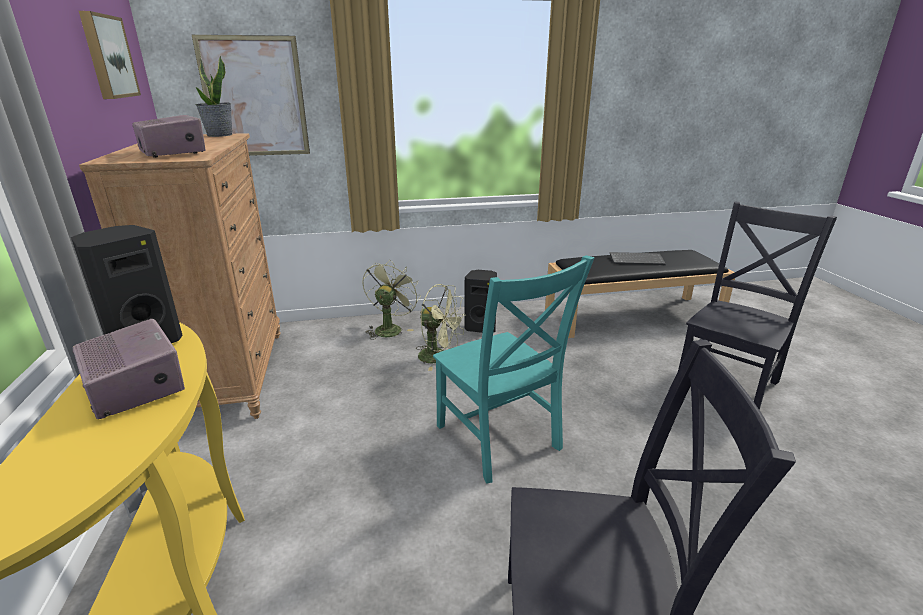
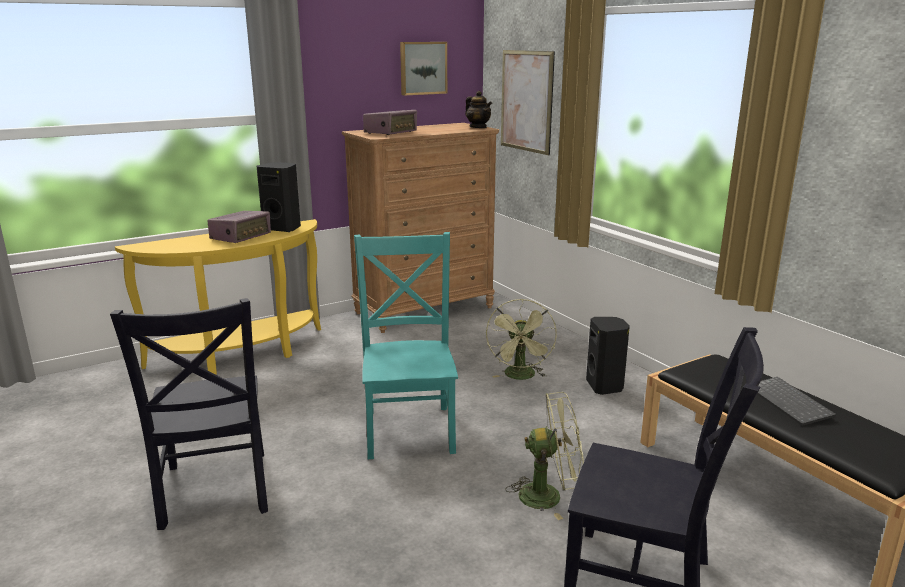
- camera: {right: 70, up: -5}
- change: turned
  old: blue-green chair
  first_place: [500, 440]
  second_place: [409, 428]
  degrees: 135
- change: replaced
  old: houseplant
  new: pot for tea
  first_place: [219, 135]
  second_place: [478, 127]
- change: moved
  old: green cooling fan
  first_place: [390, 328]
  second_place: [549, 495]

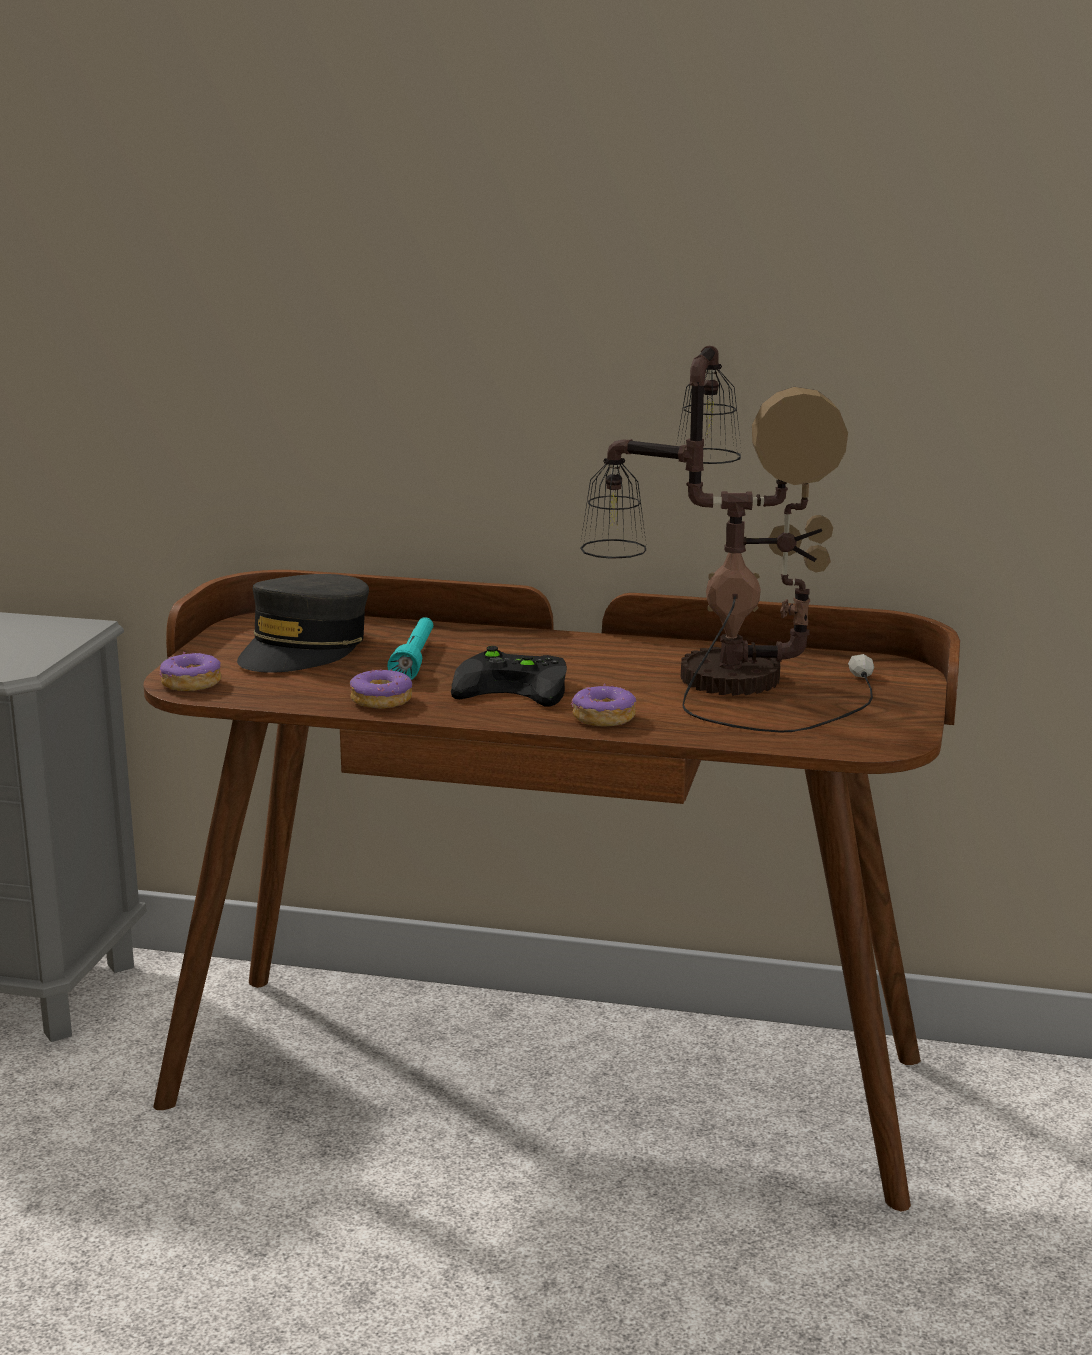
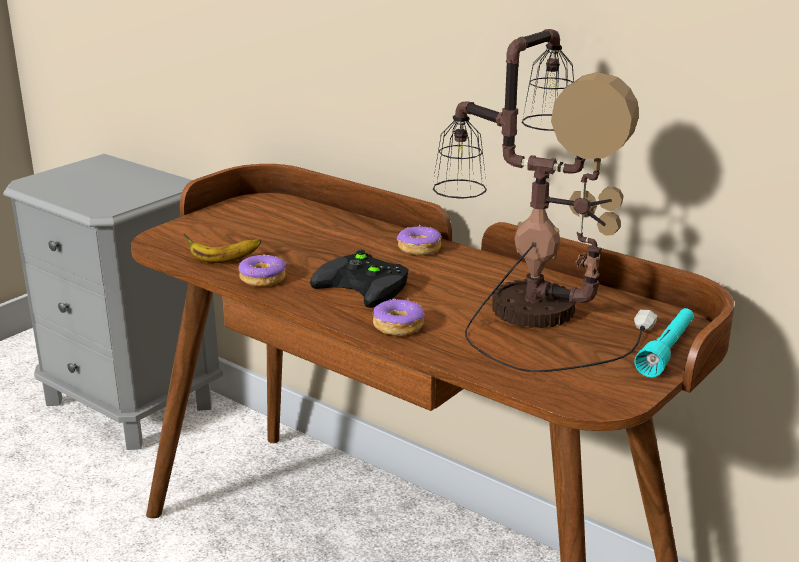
- camera: {right: 25, up: 5}
- change: added
  new: whole banana
  second_place: [223, 261]
- change: moved
  old: ring doughnut
  first_place: [190, 683]
  second_place: [419, 248]
- change: moved
  old: blue-green torch
  first_place: [415, 659]
  second_place: [667, 351]
- change: removed
  old: greyish peaked cap
  first_place: [304, 648]

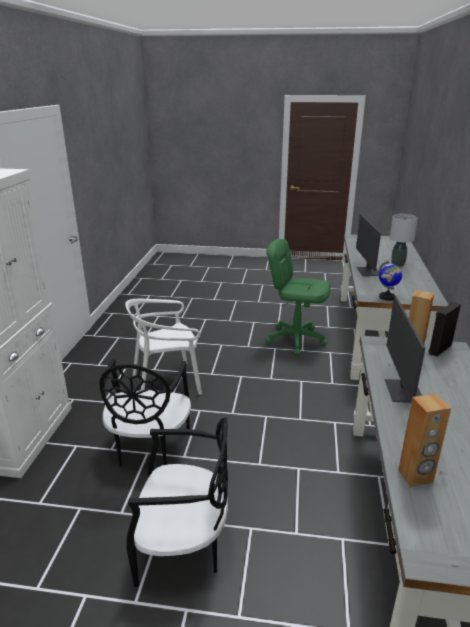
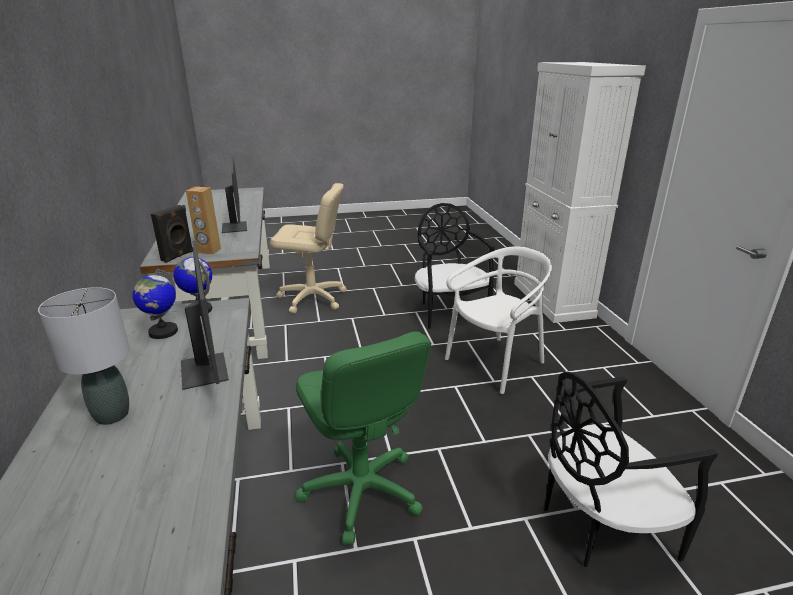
- camera: {right: 160, up: 0}
- change: added
  new: world globe
  second_place: [163, 332]
- change: added
  new: beige-coloured desk chair
  second_place: [312, 298]
- change: turned
  old: green desk chair
  first_place: [295, 339]
  second_place: [361, 491]
  degrees: 60
- change: moved
  old: black chair
  first_place: [183, 546]
  second_place: [601, 525]
- change: removed
  old: brown-coloured audio speaker
  first_place: [415, 476]

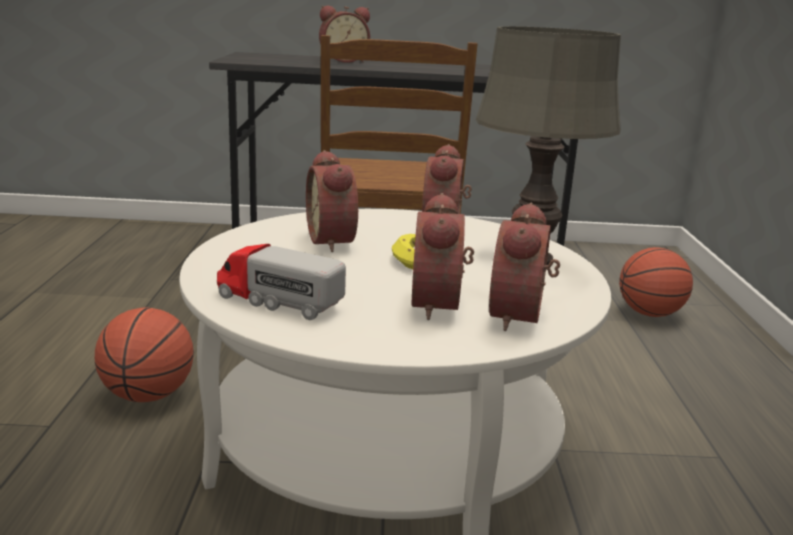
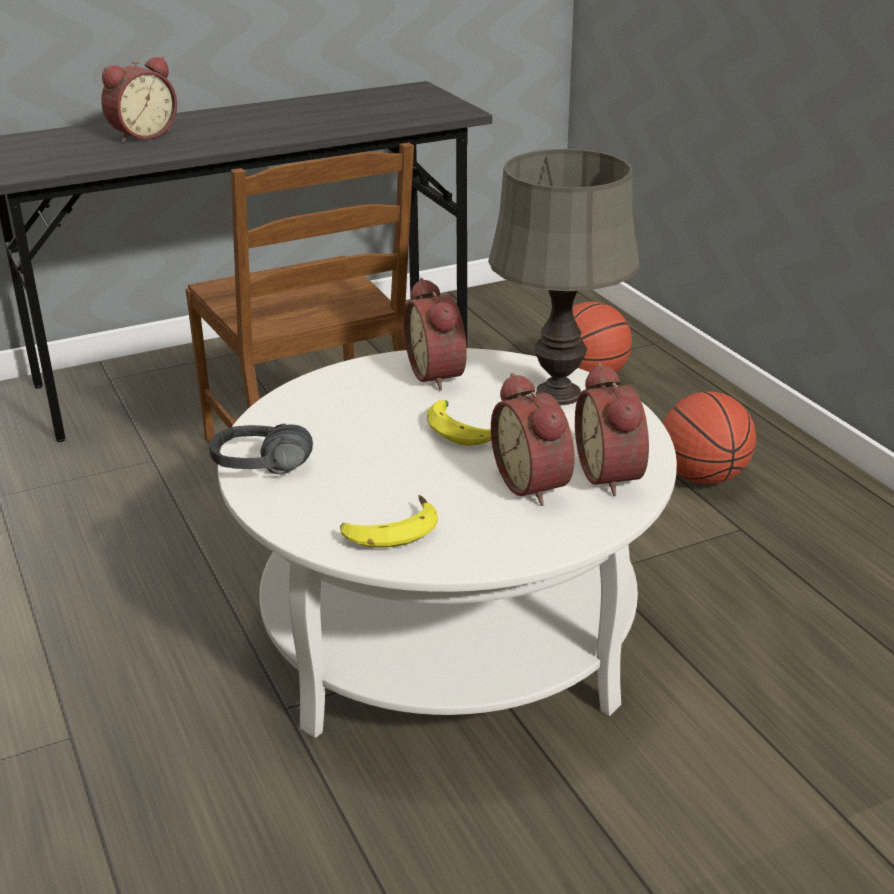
- camera: {right: -25, up: 10}
- change: added
  new: black pair of headphones
  second_place: [261, 474]
- change: replaced
  old: toy lorry
  new: whole banana
  first_place: [277, 301]
  second_place: [389, 530]
- change: moved
  old: basketball ball
  first_place: [147, 395]
  second_place: [703, 477]
- change: removed
  old: table clock
  first_place: [335, 241]

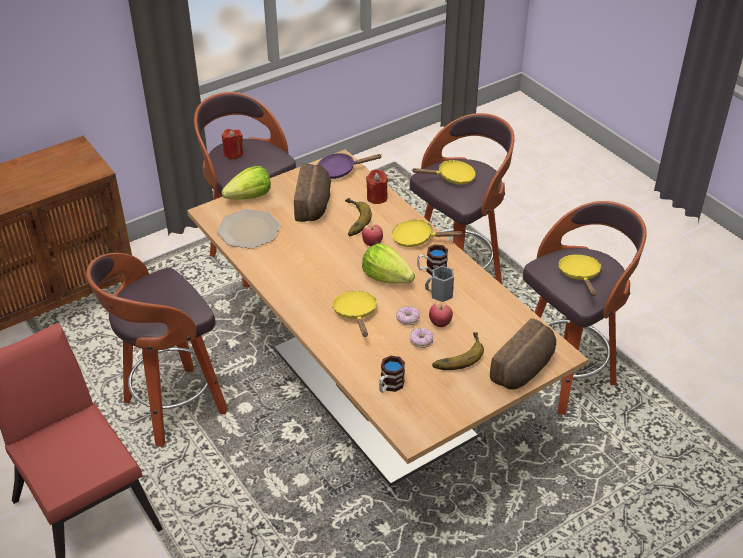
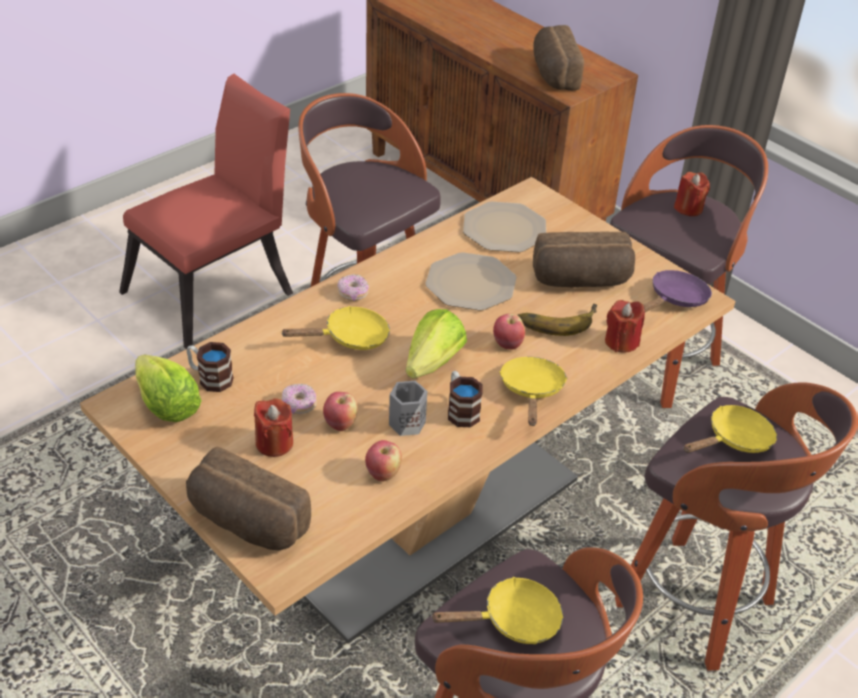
- camera: {right: 80, up: 0}
- change: moved
  old: lettuce head
  first_place: [250, 197]
  second_place: [167, 405]
- change: replaced
  old: whole banana
  new: red-coloured wax light
  first_place: [456, 355]
  second_place: [274, 443]
- change: moved
  old: ring doughnut
  first_place: [407, 320]
  second_place: [353, 293]
- change: added
  new: apple fruit
  second_place: [383, 473]
- change: added
  new: dinner plate
  second_place: [470, 284]
- change: added
  new: baked bread
  second_place: [553, 74]
- change: turned
  old: purple skillet
  first_place: [340, 170]
  second_place: [675, 299]
  degrees: 60
- change: turned
  old: yellow-coloured skillet
  first_place: [452, 178]
  second_place: [734, 440]
  degrees: -105

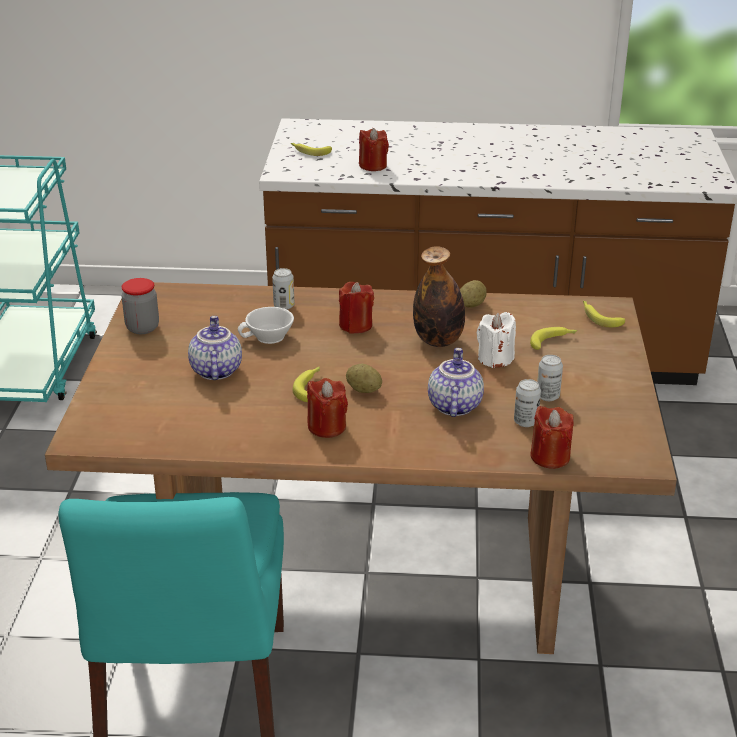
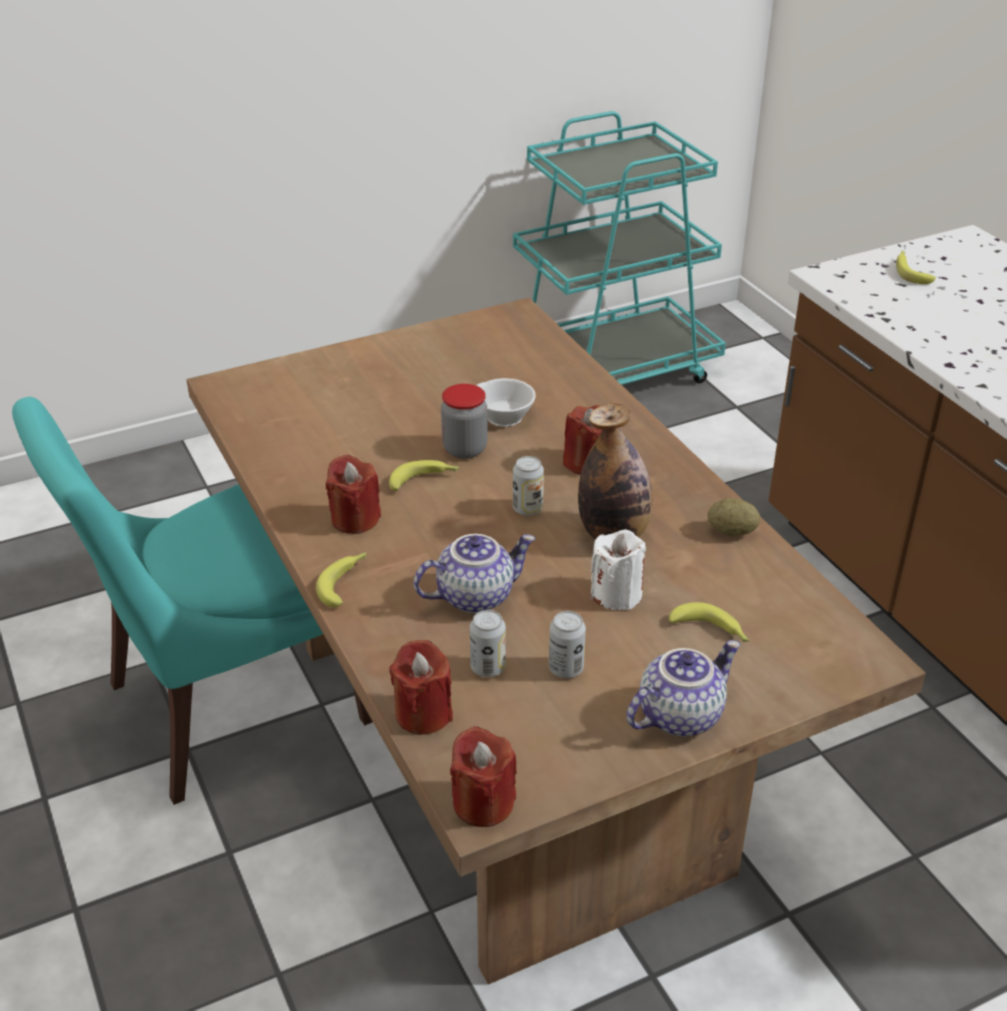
- camera: {right: 60, up: 5}
- change: moved
  old: whole banana
  first_place: [599, 317]
  second_place: [345, 583]
- change: moved
  old: jar
  first_place: [142, 328]
  second_place: [465, 449]
- change: moved
  old: red-coloured wax light
  first_place: [373, 166]
  second_place: [483, 803]
- change: moved
  old: metal can
  first_place: [284, 306]
  second_place: [527, 508]
- change: moved
  old: pot for tea
  first_place: [215, 370]
  second_place: [679, 714]
- change: removed
  old: whole potato
  first_place: [363, 390]

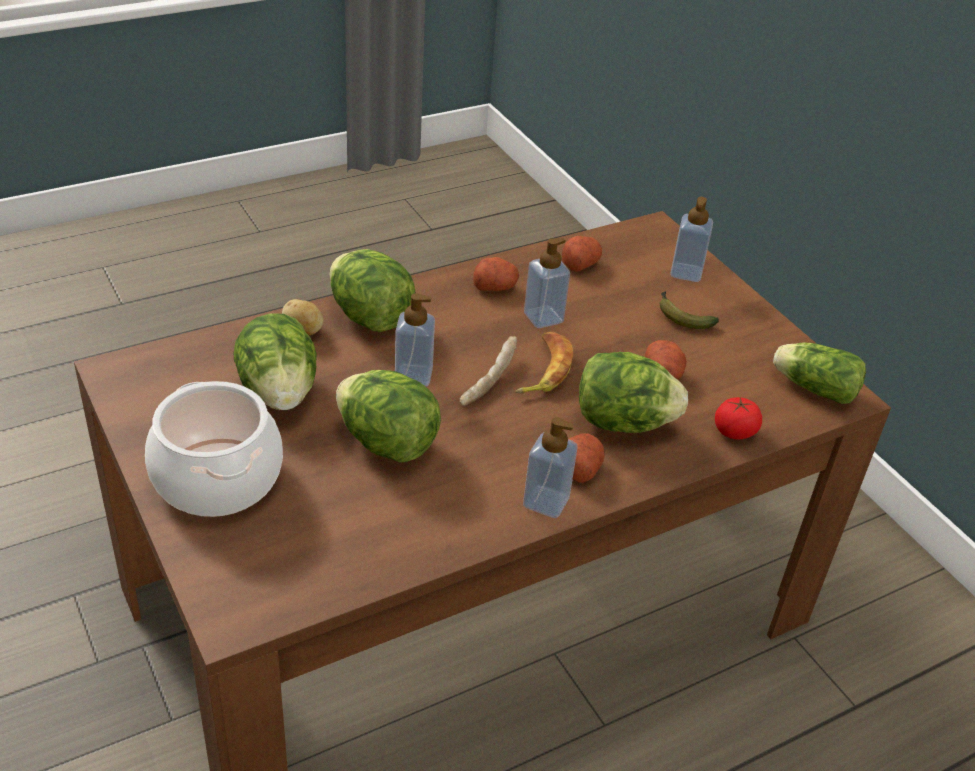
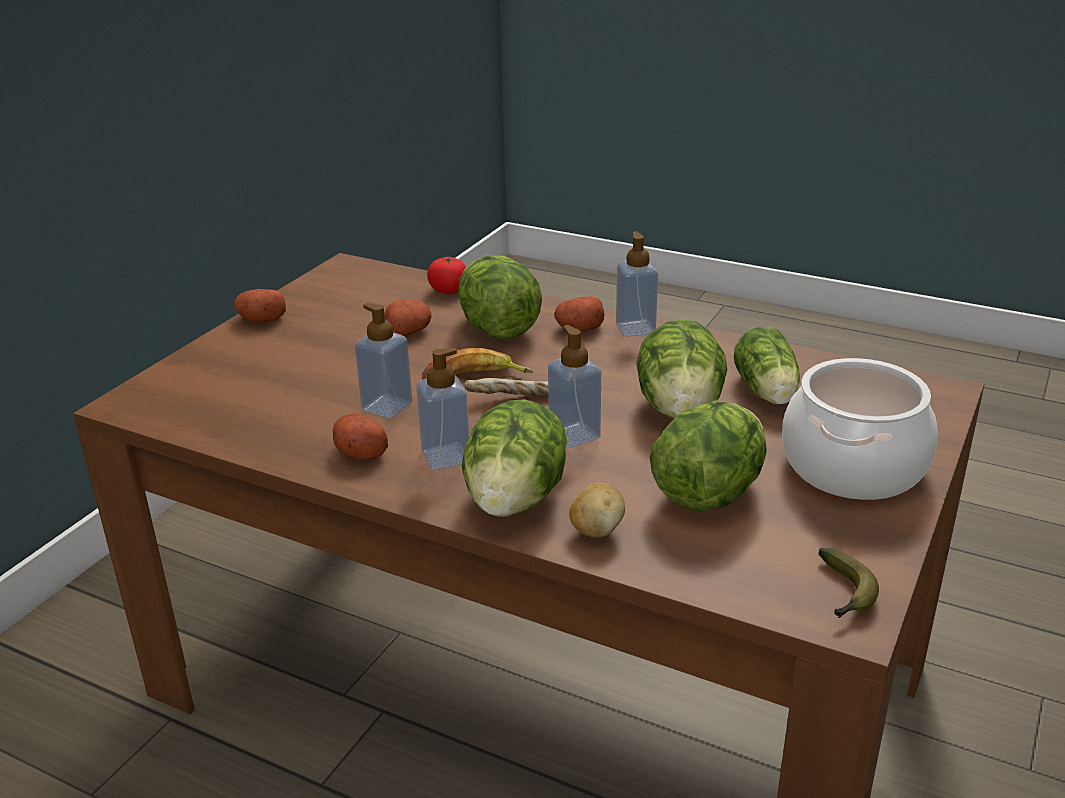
- camera: {right: -120, up: -10}
- change: moved
  old: whole potato
  first_place: [580, 263]
  second_place: [261, 319]
- change: moved
  old: liquid soap bottle
  first_place: [686, 272]
  second_place: [446, 457]
- change: moved
  old: lettuce head
  first_place: [812, 387]
  second_place: [767, 393]
- change: moved
  old: whole banana
  first_place: [681, 316]
  second_place: [844, 594]

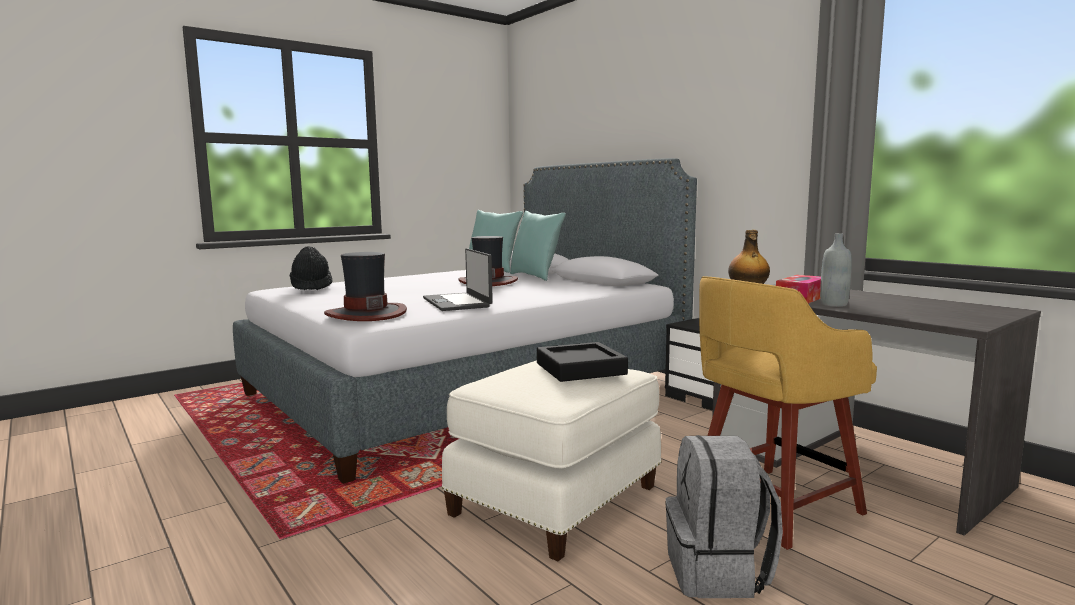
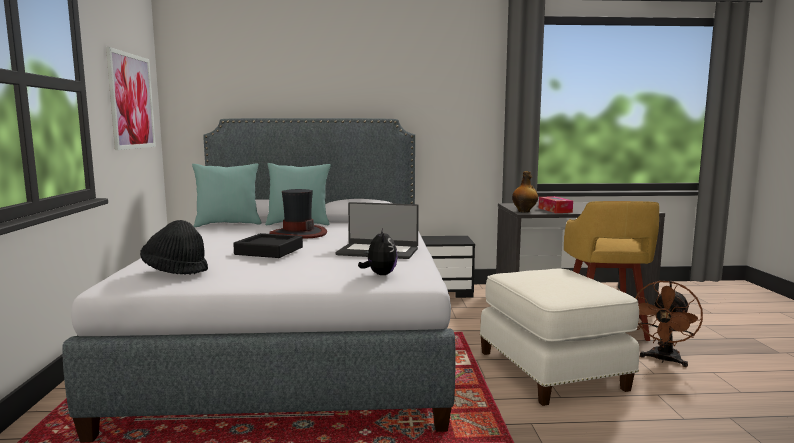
- camera: {right: -55, up: 0}
- change: added
  new: wall art
  second_place: [131, 101]
- change: moved
  old: black carrying tray
  first_place: [580, 369]
  second_place: [269, 251]
- change: replaced
  old: clothing hat
  new: plush toy
  first_place: [366, 314]
  second_place: [380, 274]
- change: replaced
  old: greyish rucksack
  new: brown-coloured cooling fan
  first_place: [718, 572]
  second_place: [663, 360]
- change: removed
  old: greyish bottle
  first_place: [833, 304]

